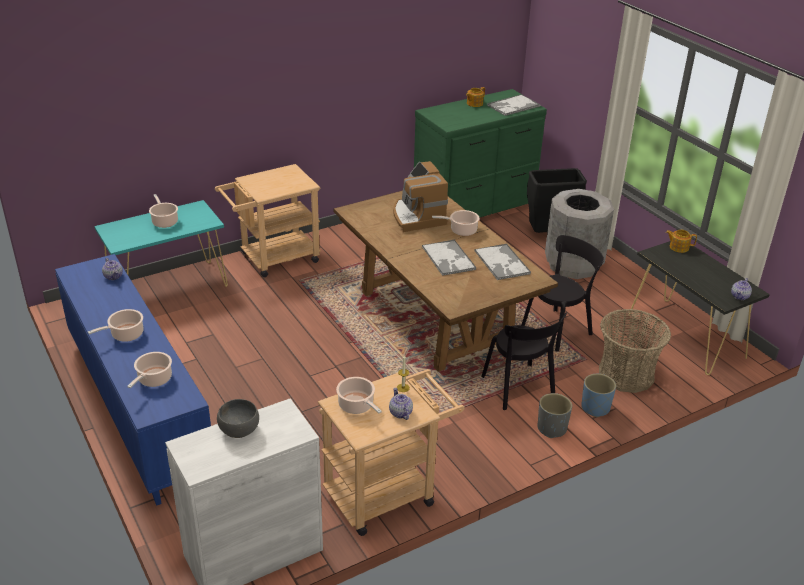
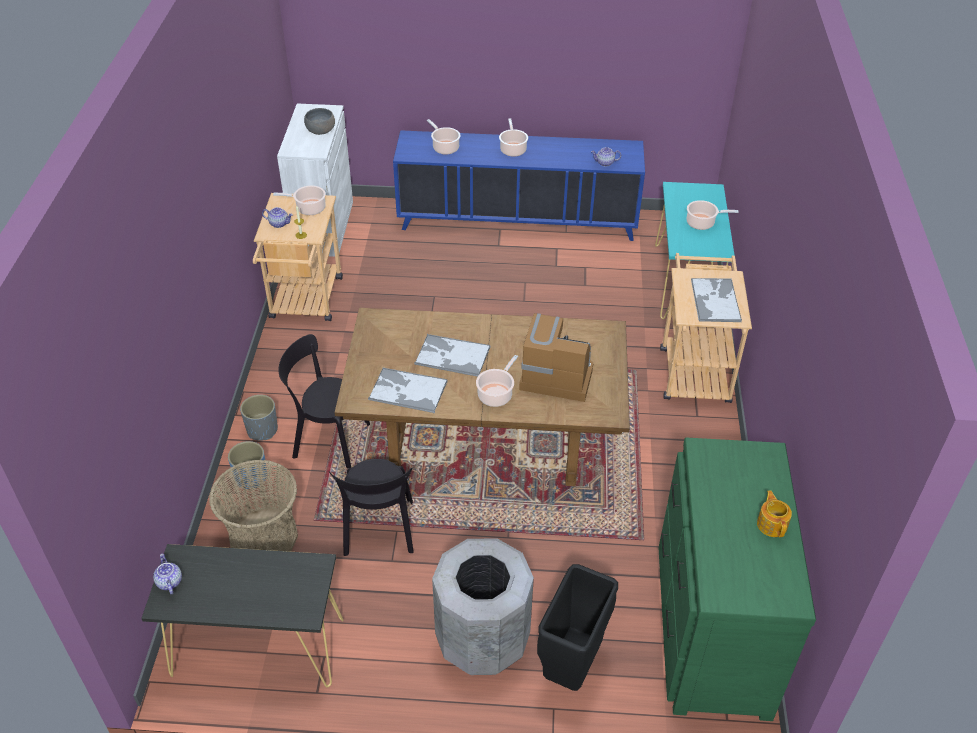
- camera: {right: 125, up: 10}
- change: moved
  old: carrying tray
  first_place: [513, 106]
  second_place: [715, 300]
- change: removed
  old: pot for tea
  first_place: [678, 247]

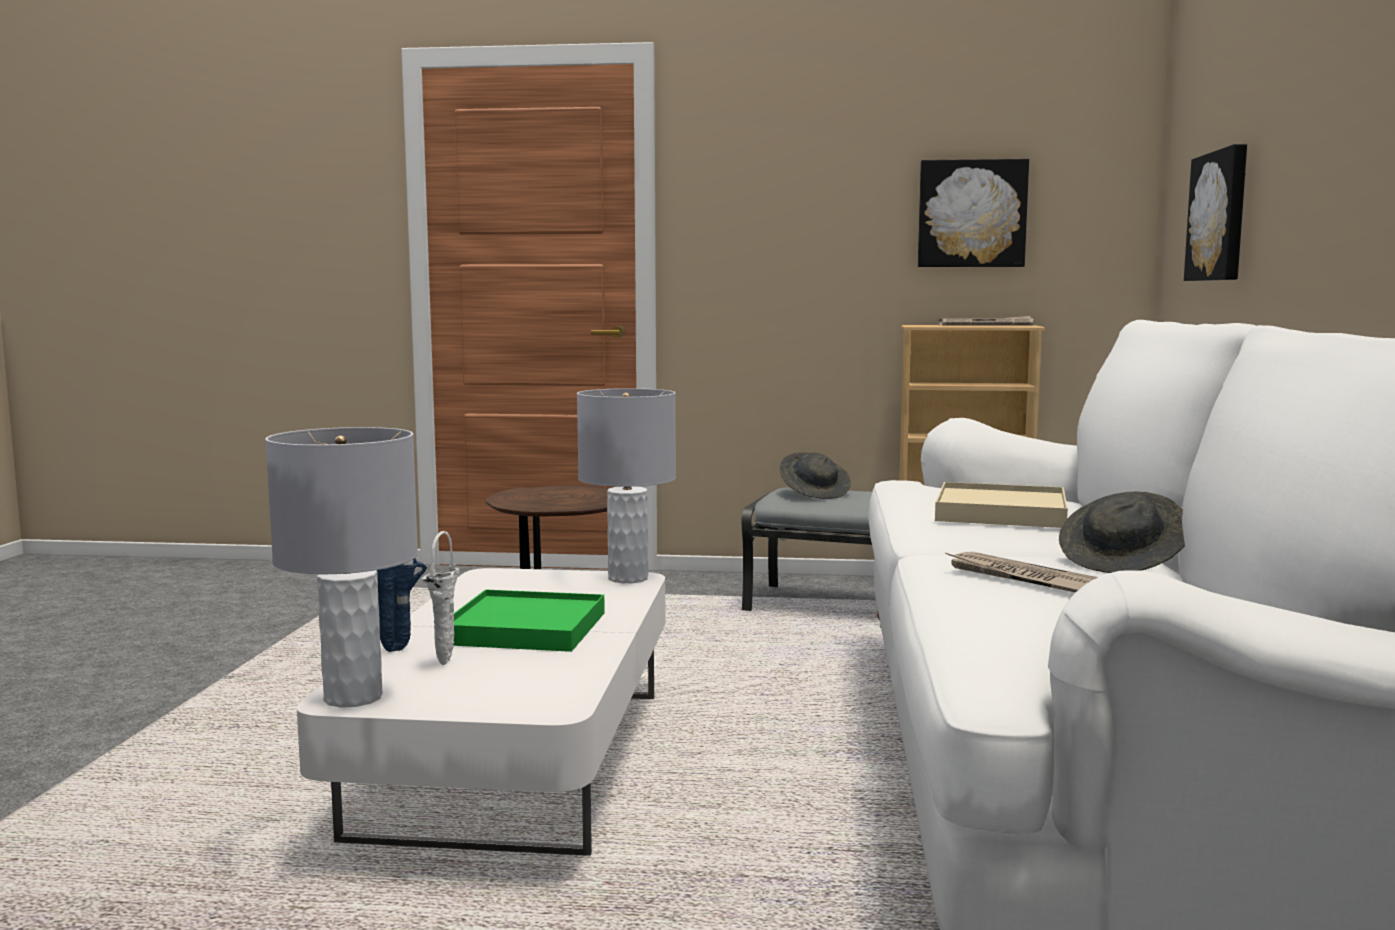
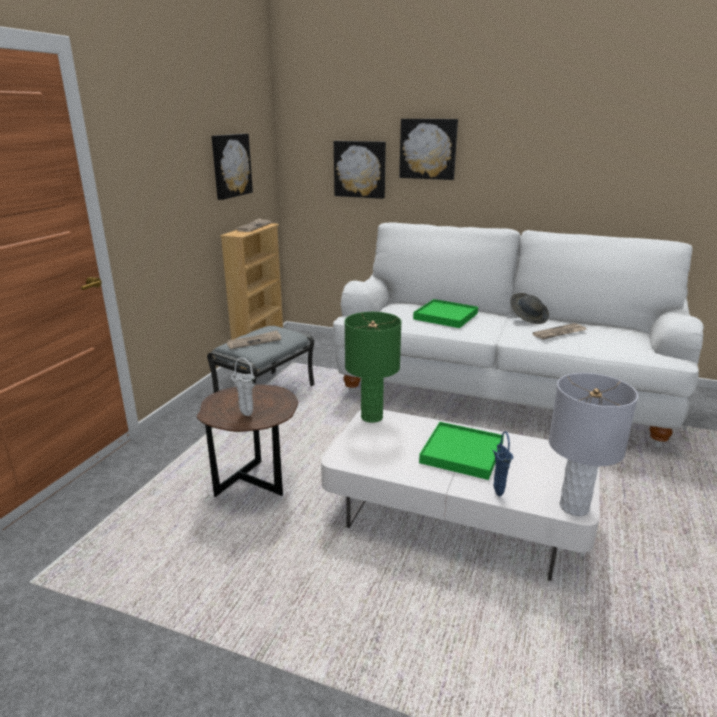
- camera: {right: -75, up: 15}
- change: replaced
  old: greyish clothing hat
  new: daily paper
  first_place: [815, 493]
  second_place: [254, 341]
- change: moved
  old: whitish flower vase
  first_place: [446, 661]
  second_place: [245, 415]
- change: recoloured
  old: greyish lamp for a table
  new: green lamp for a table
  first_place: [628, 578]
  second_place: [371, 417]
- change: added
  new: wall art
  second_place: [428, 149]
- change: recoloured
  old: beige-coloured carrying tray
  new: green carrying tray
  first_place: [1001, 513]
  second_place: [445, 316]

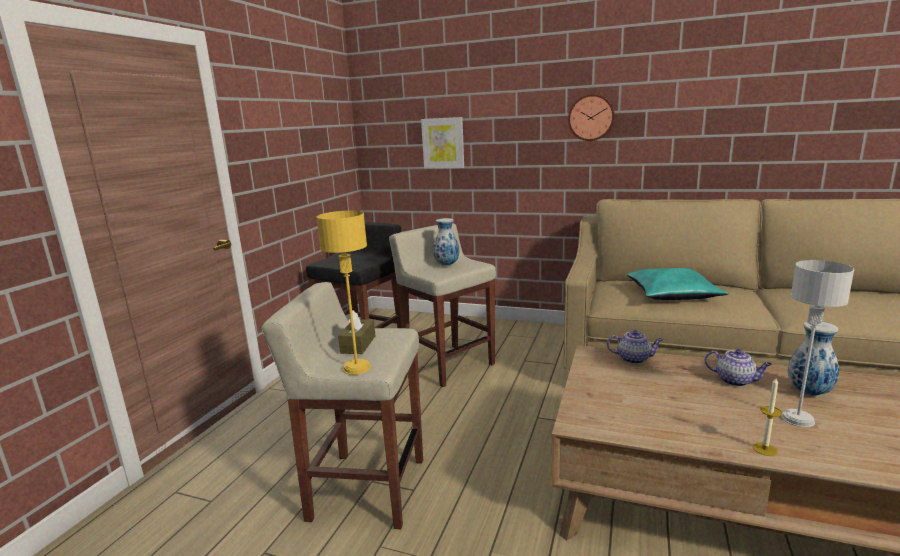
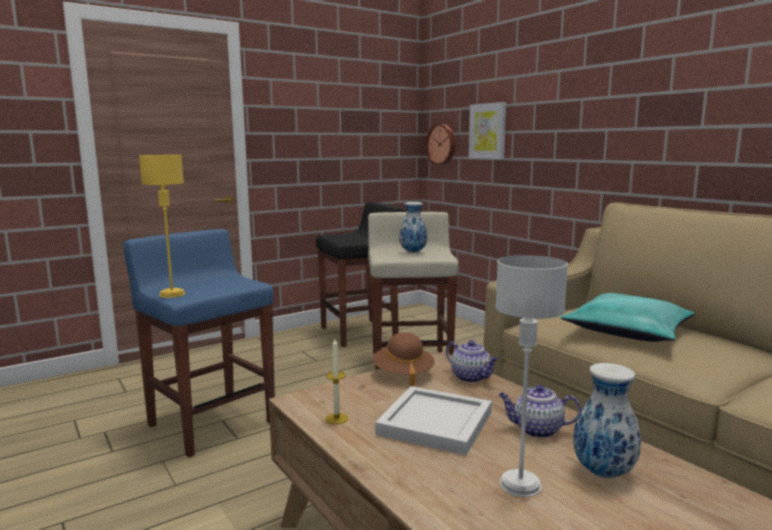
- camera: {right: 35, up: -5}
- change: recoloured
  old: beige-coloured sitting stool
  new: blue sitting stool
  first_place: [366, 488]
  second_place: [211, 423]
- change: moved
  old: wax light
  first_place: [765, 449]
  second_place: [336, 418]
- change: added
  new: brown-coloured clothing hat
  second_place: [403, 374]
- change: added
  new: whitish carrying tray
  second_place: [433, 423]
- change: moved
  old: wall clock
  first_place: [591, 117]
  second_place: [442, 144]
- change: turned
  old: pot for tea
  first_place: [735, 381]
  second_place: [536, 430]
  degrees: 120
- change: removed
  old: brown-coloured tissue holder
  first_place: [358, 344]

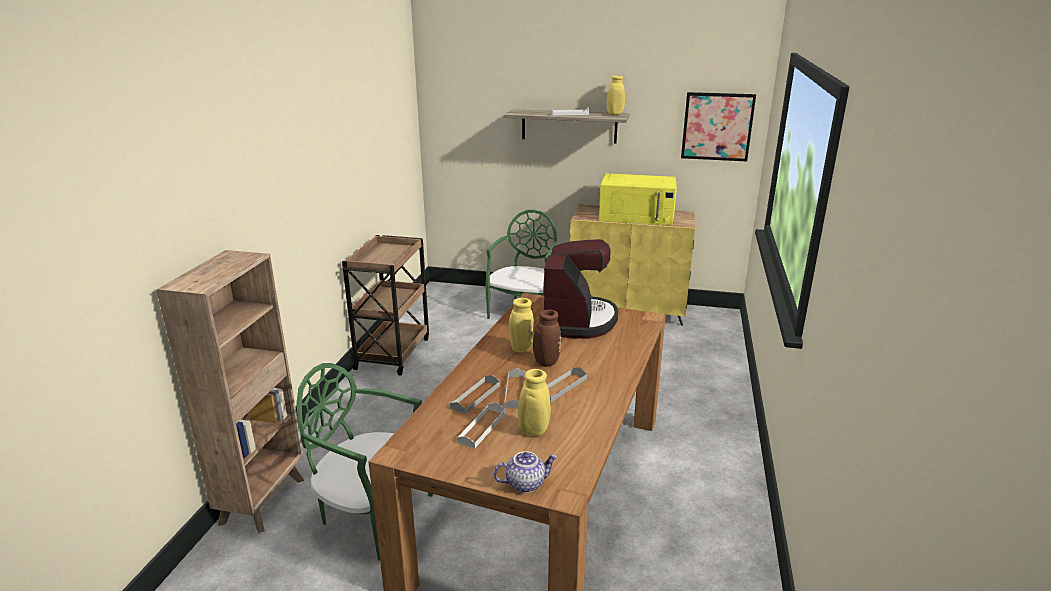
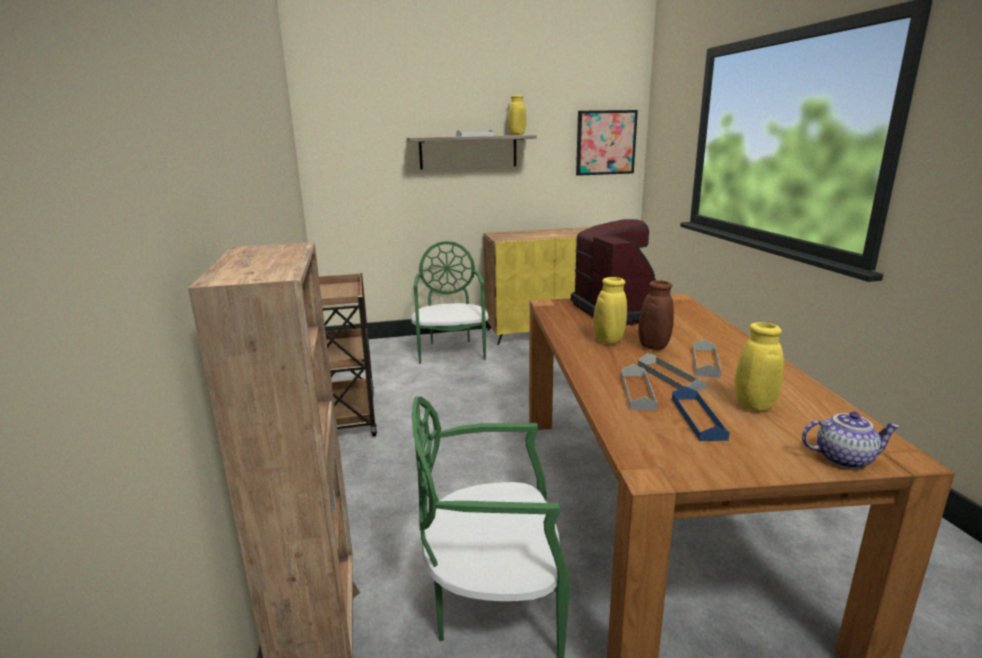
- camera: {right: -25, up: -5}
- change: recoloured
  old: whitish carrying tray
  new: blue carrying tray
  first_place: [482, 428]
  second_place: [698, 418]
- change: turned
  old: pot for tea
  first_place: [525, 483]
  second_place: [844, 458]
  degrees: 45
- change: removed
  old: yellow-coloured microwave
  first_place: [637, 216]

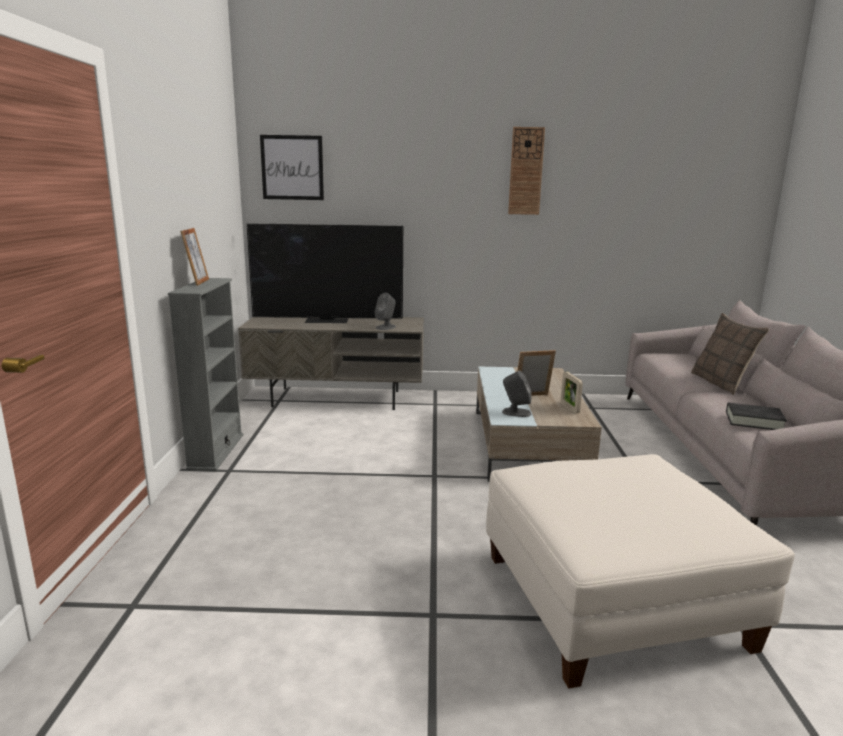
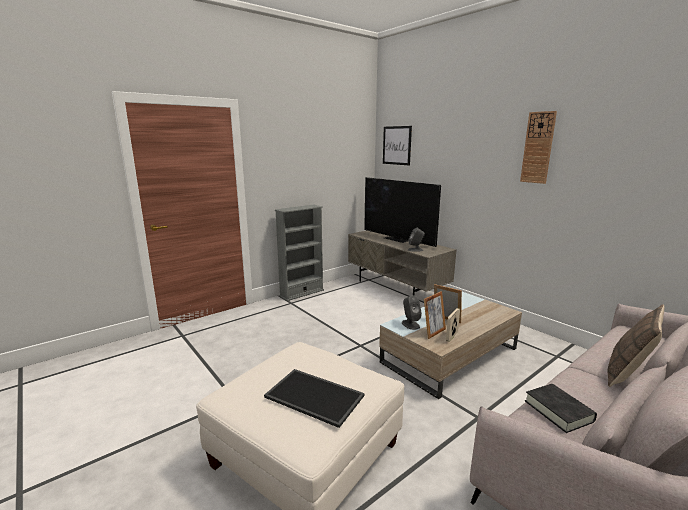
- camera: {right: 50, up: 0}
- change: added
  new: carrying tray
  second_place: [316, 396]
- change: moved
  old: picture frame
  first_place: [197, 282]
  second_place: [433, 332]

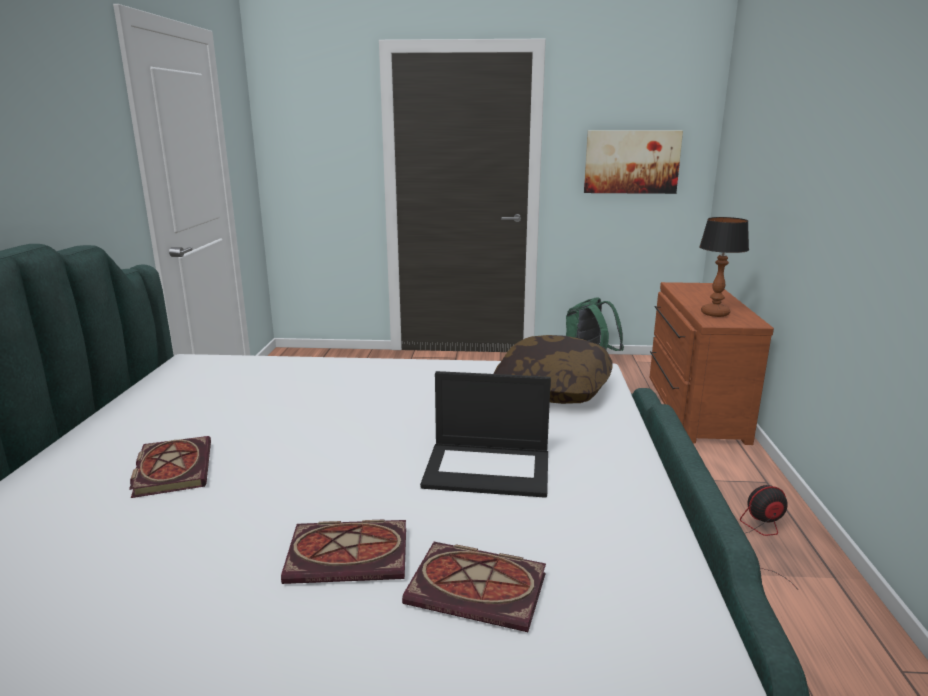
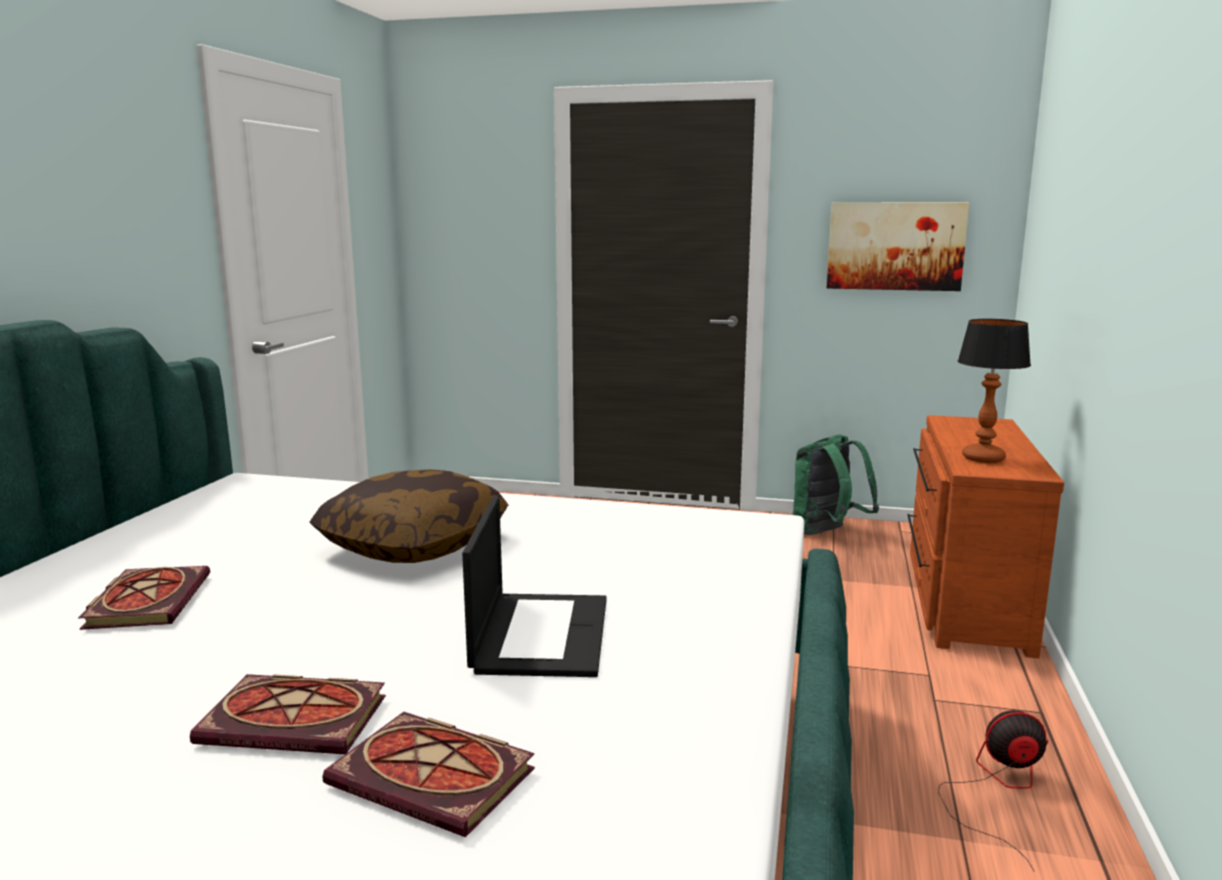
- camera: {right: 10, up: -5}
- change: moved
  old: pillow
  first_place: [553, 389]
  second_place: [414, 544]
- change: turned
  old: notebook computer
  first_place: [489, 469]
  second_place: [540, 633]
  degrees: -105

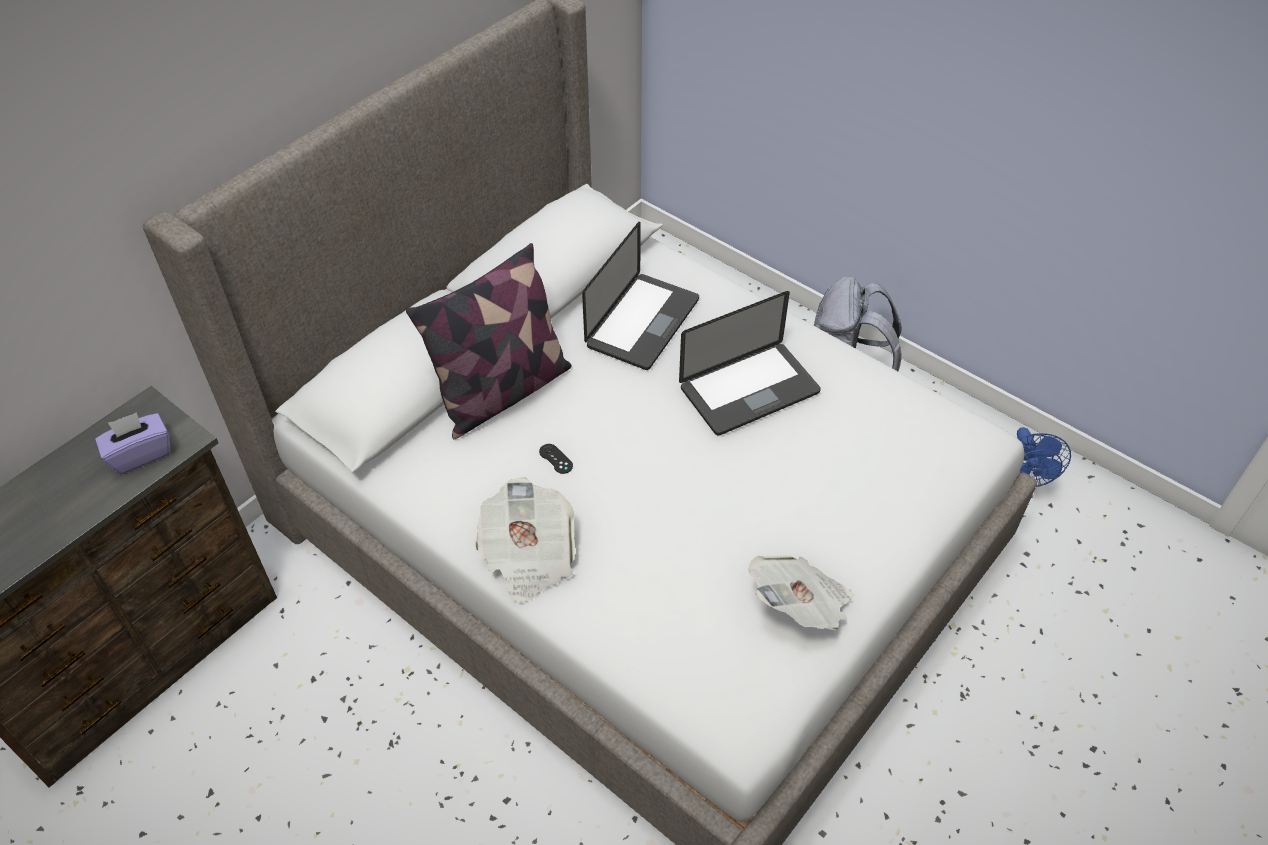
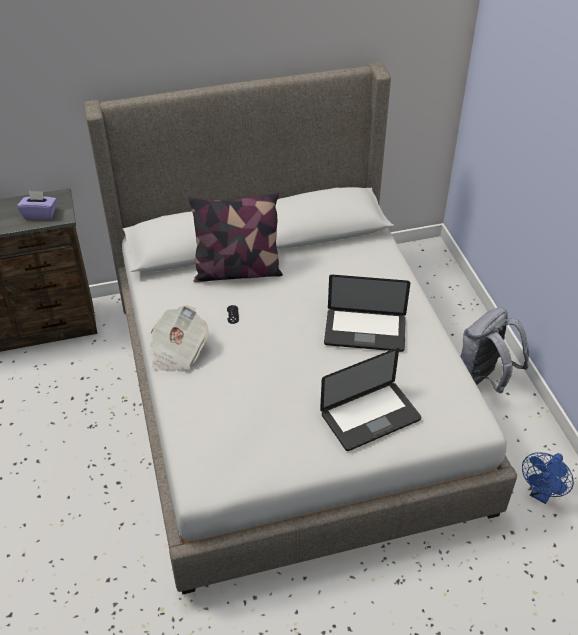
- camera: {right: 35, up: -5}
- change: moved
  old: notebook computer
  first_place: [642, 323]
  second_place: [370, 417]
- change: removed
  old: daily paper
  first_place: [800, 605]

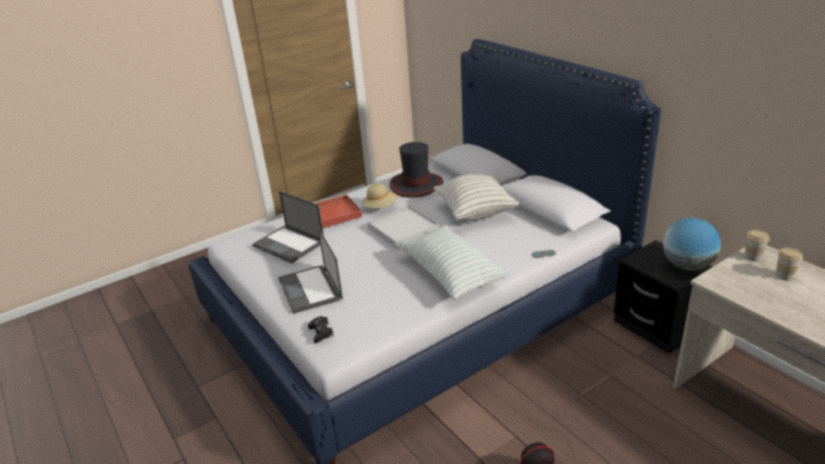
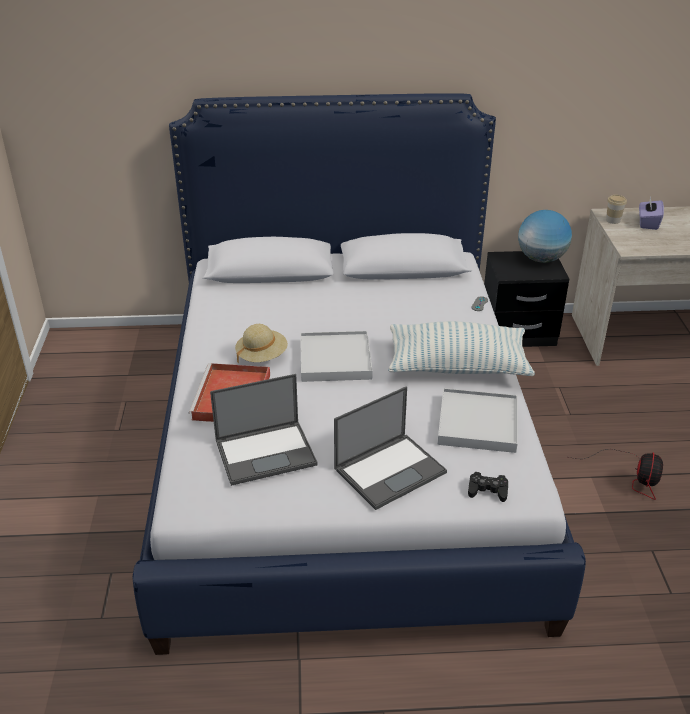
- camera: {right: -60, up: 5}
- change: turned
  old: notebook computer
  first_place: [310, 289]
  second_place: [390, 470]
  degrees: -45
- change: added
  new: whitish carrying tray
  second_place: [478, 423]
- change: replaced
  old: cup
  new: purple tissue holder
  first_place: [784, 276]
  second_place: [648, 223]
- change: removed
  old: clothing hat
  first_place: [416, 185]
- change: removed
  old: pillow
  first_place: [475, 212]

